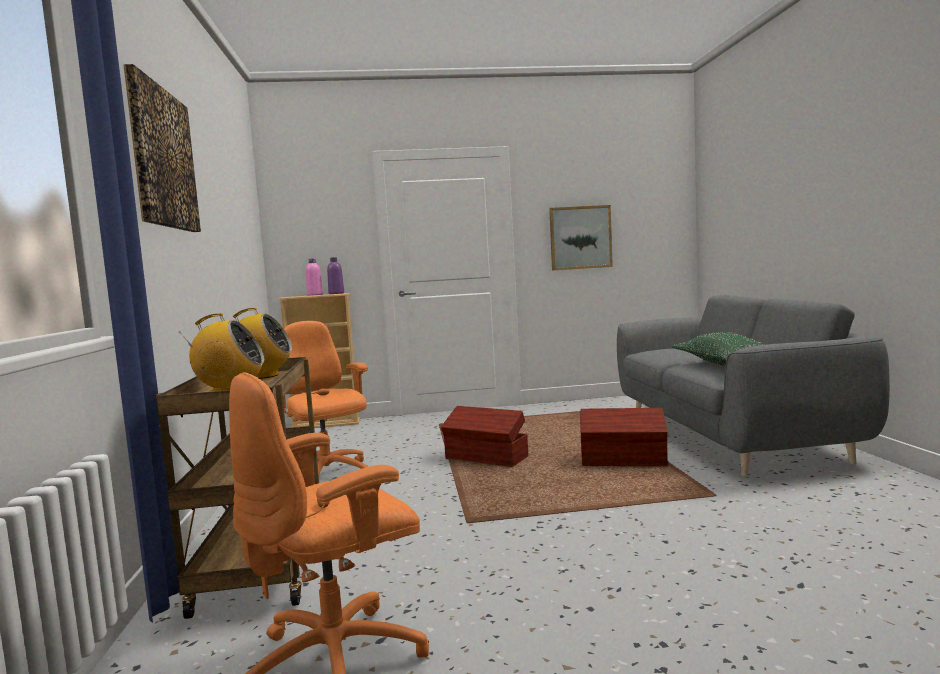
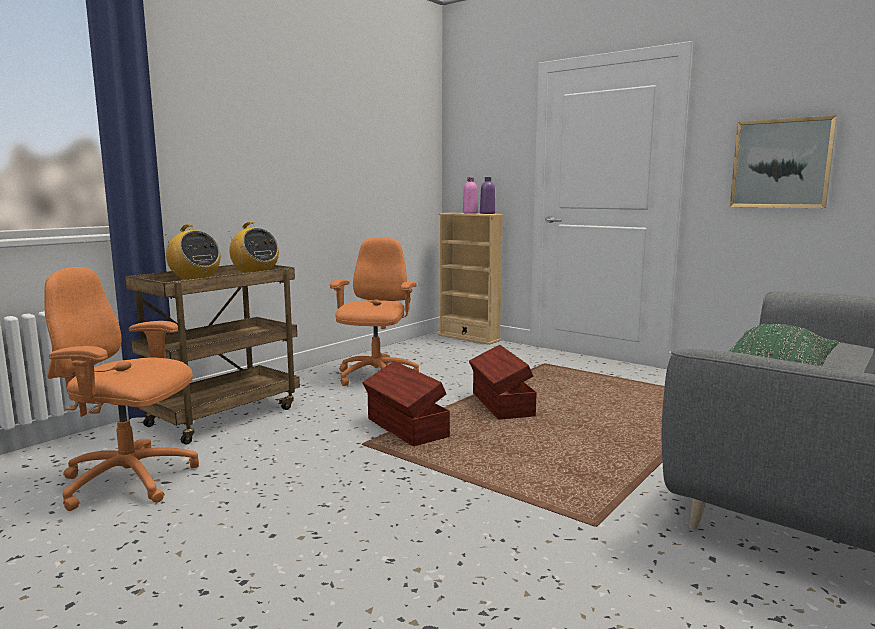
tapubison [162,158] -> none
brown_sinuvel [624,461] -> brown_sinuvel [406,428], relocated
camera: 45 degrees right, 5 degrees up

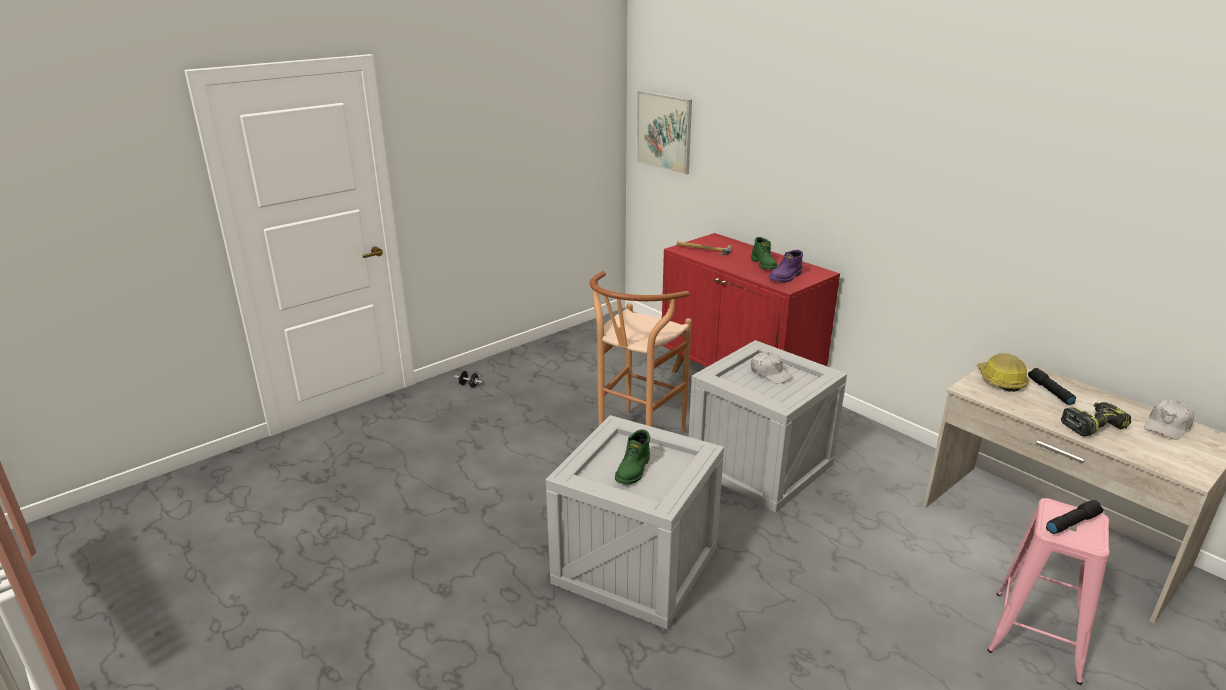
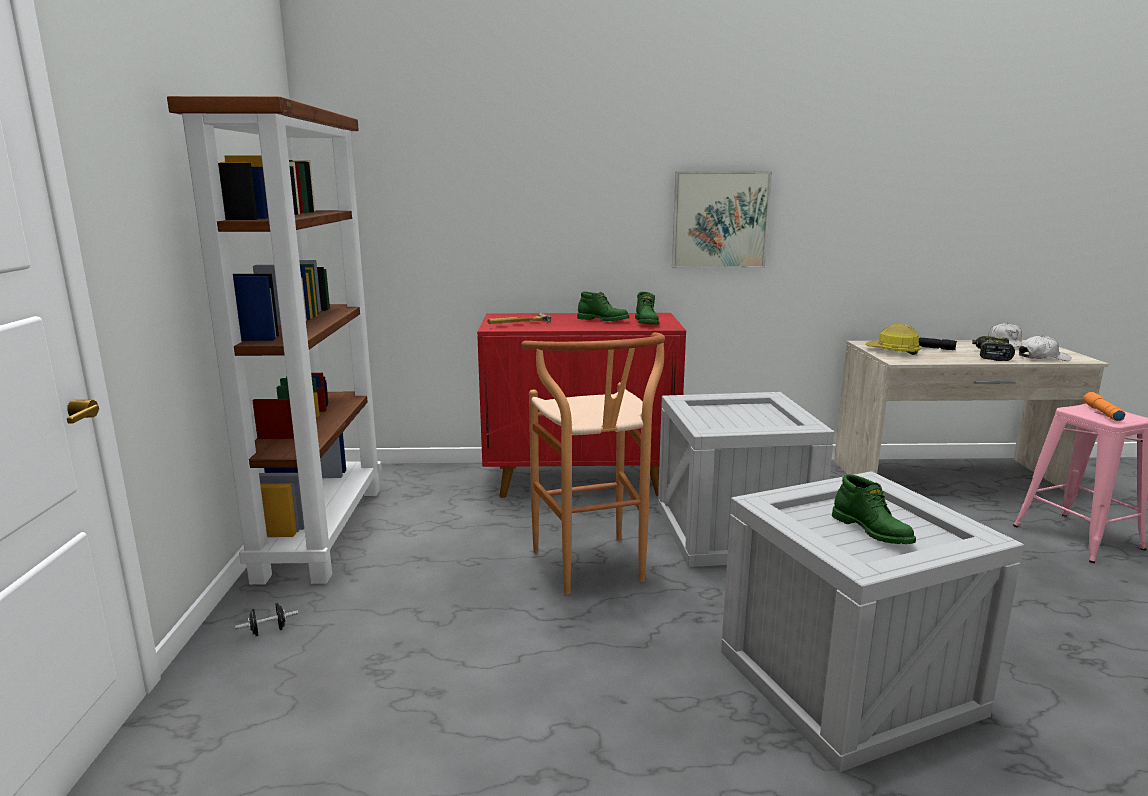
tapubison [664,131] -> tapubison [720,220], relocated
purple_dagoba [786,277] -> green_dagoba [647,322]
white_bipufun [770,373] -> white_bipufun [1042,358], relocated
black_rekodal [1072,522] -> orange_rekodal [1101,413]
none -> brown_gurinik [321,530]
camera: 50 degrees left, 10 degrees down

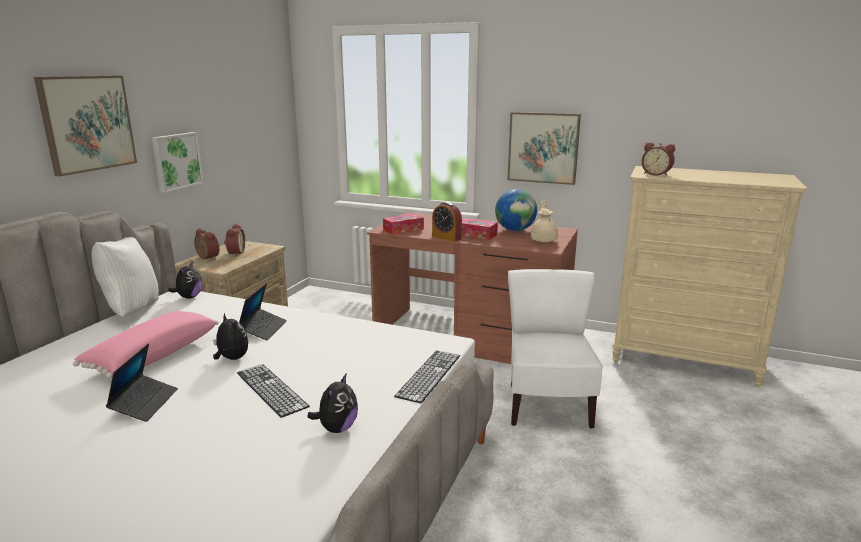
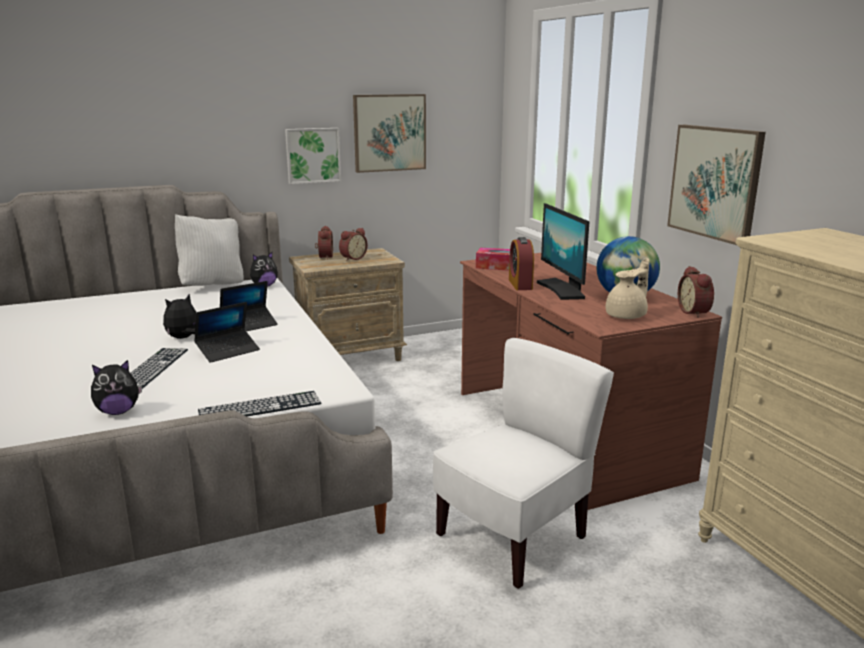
tapubison [87,123] -> tapubison [389,133], relocated
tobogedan [656,174] -> tobogedan [695,312], relocated
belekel [476,234] -> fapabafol [562,290]
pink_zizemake [152,355] -> none
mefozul [232,358] -> mefozul [183,338], 135 degrees counterclockwise
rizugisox [144,403] -> rizugisox [228,351], relocated
camera: 45 degrees right, 0 degrees up

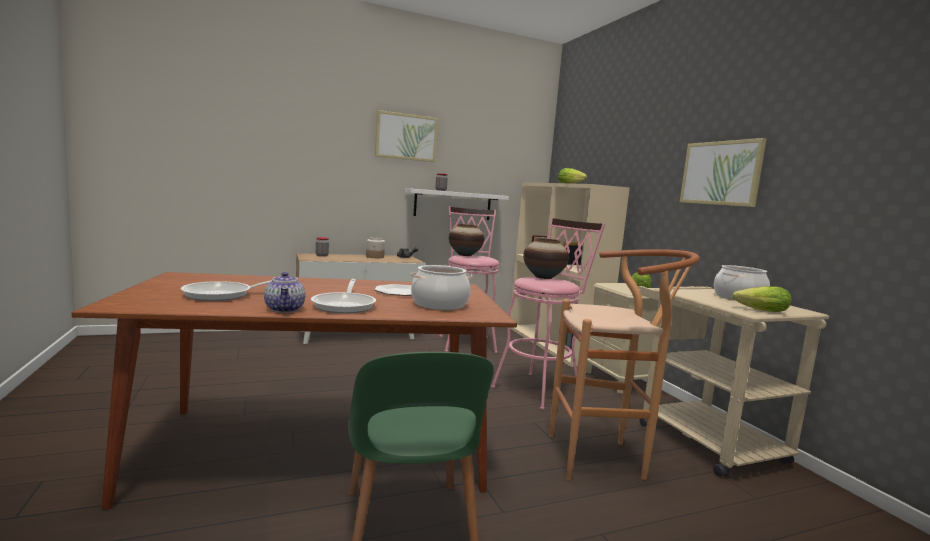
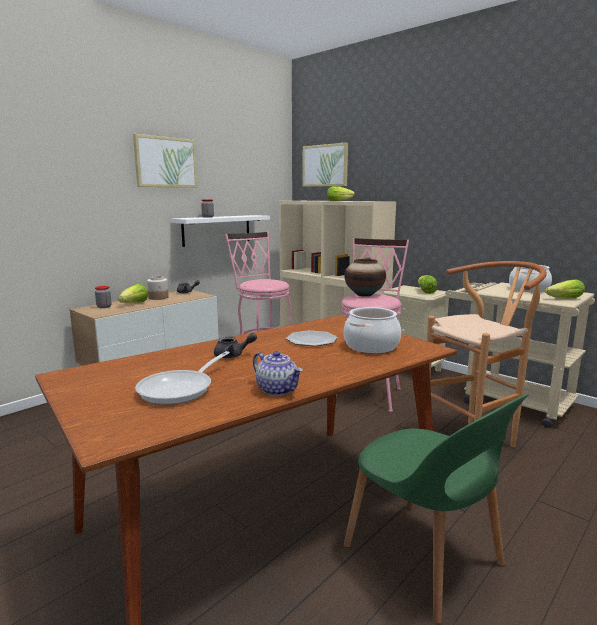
tapubison [721,173] -> tapubison [325,165], relocated
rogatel [465,255] -> none
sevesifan [345,305] -> none
none -> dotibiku [134,304]
none -> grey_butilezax [233,355]
camera: 25 degrees left, 5 degrees up

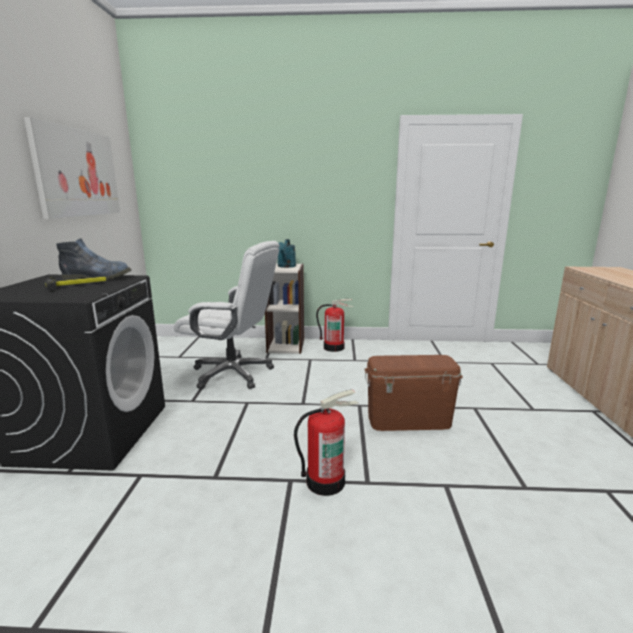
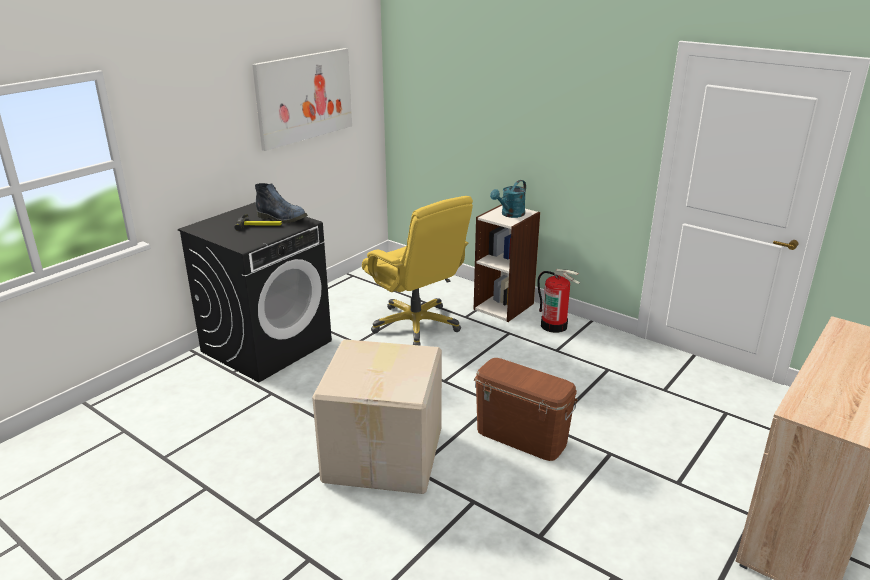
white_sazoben [233,373] -> yellow_sazoben [416,325]
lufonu [325,481] -> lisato [385,454]
camera: 35 degrees right, 10 degrees up

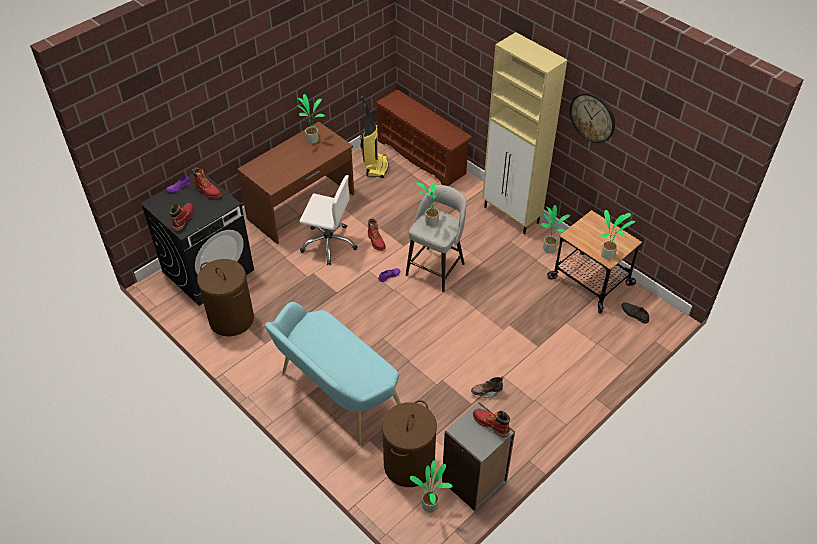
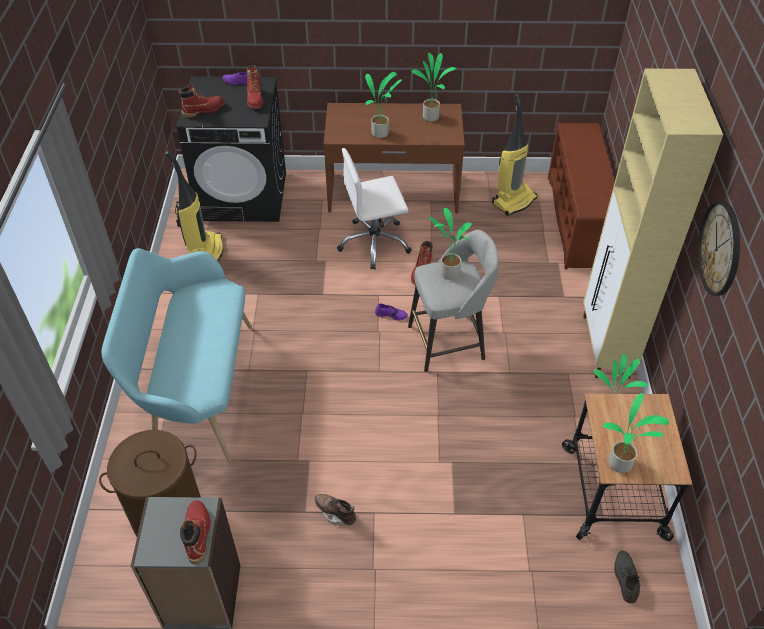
white_sazoben [329,243] -> white_sazoben [374,243], 105 degrees clockwise
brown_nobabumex [231,319] -> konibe [205,251]
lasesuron [431,505] -> lasesuron [381,133], relocated
camera: 45 degrees right, 0 degrees up

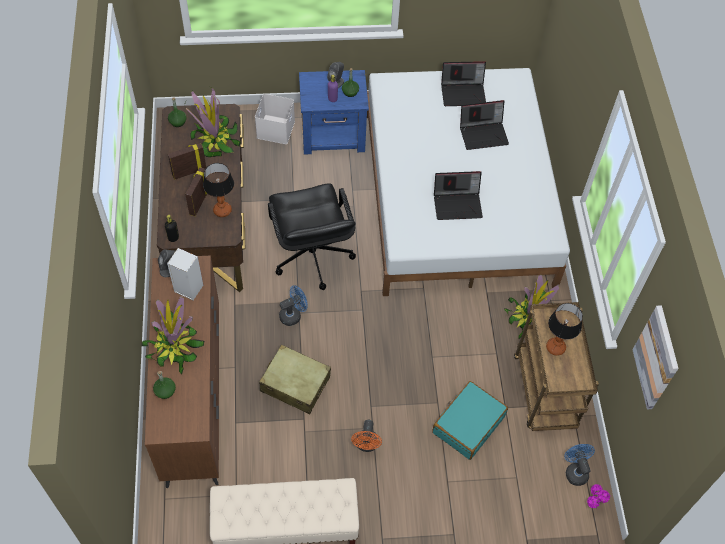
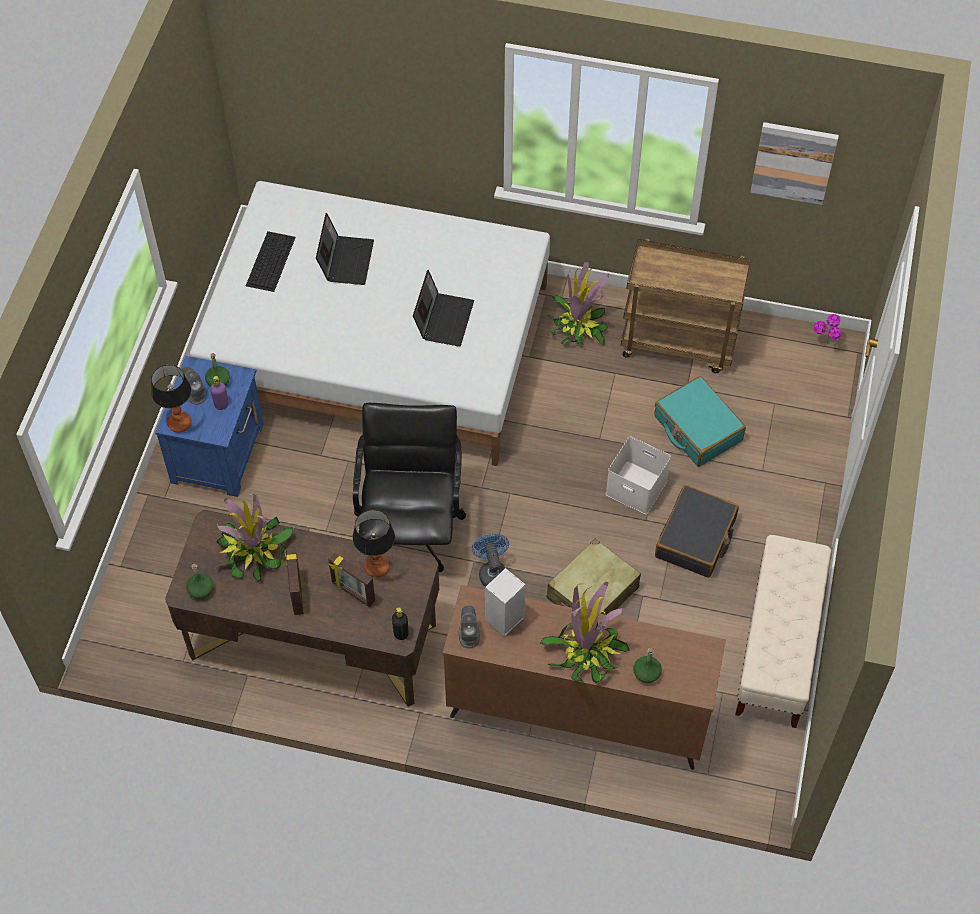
rizugisox [463,93] -> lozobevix [270,260]
white_sinuvel [276,130] -> white_sinuvel [637,487], relocated
black_sazoben [312,257] -> black_sazoben [411,529], 90 degrees counterclockwise
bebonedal [555,348] -> bebonedal [180,423], relocated
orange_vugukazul [366,445] -> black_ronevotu [696,538]
blue_vugukazul [575,471] -> none
camera: 70 degrees left, 0 degrees up

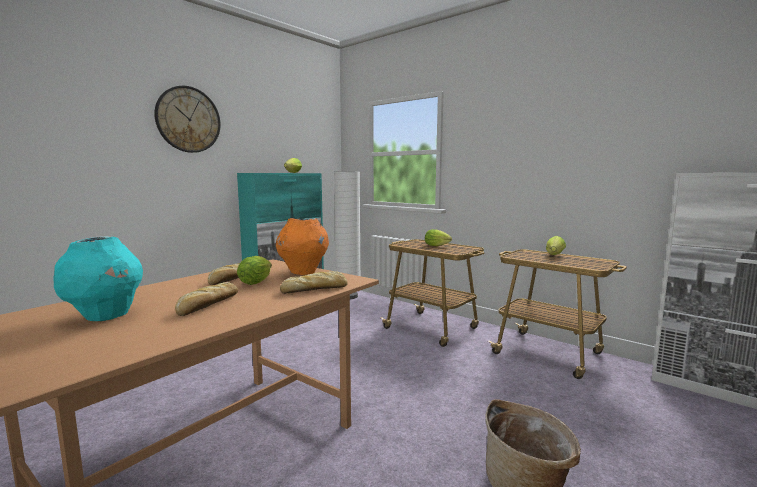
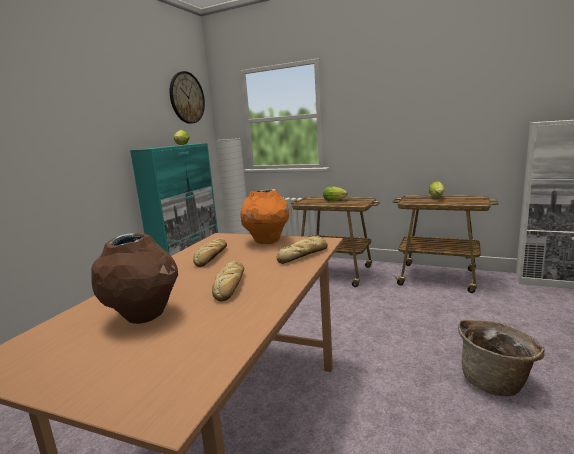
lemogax [188,119] -> lemogax [187,98], relocated
turquoise_rogatel [105,316] -> brown_rogatel [144,316]
dotibiku [257,282] -> none
camera: 15 degrees left, 5 degrees up

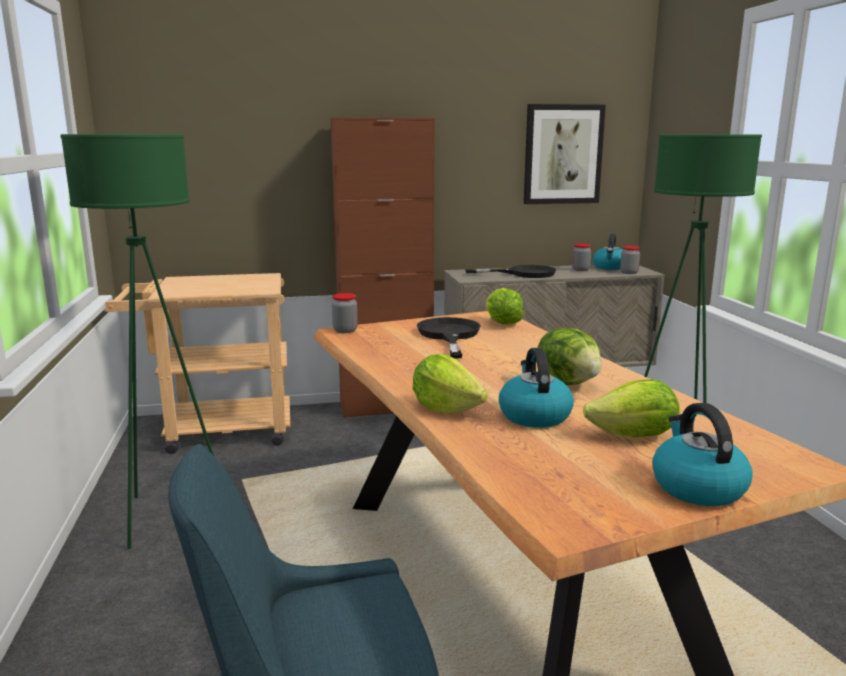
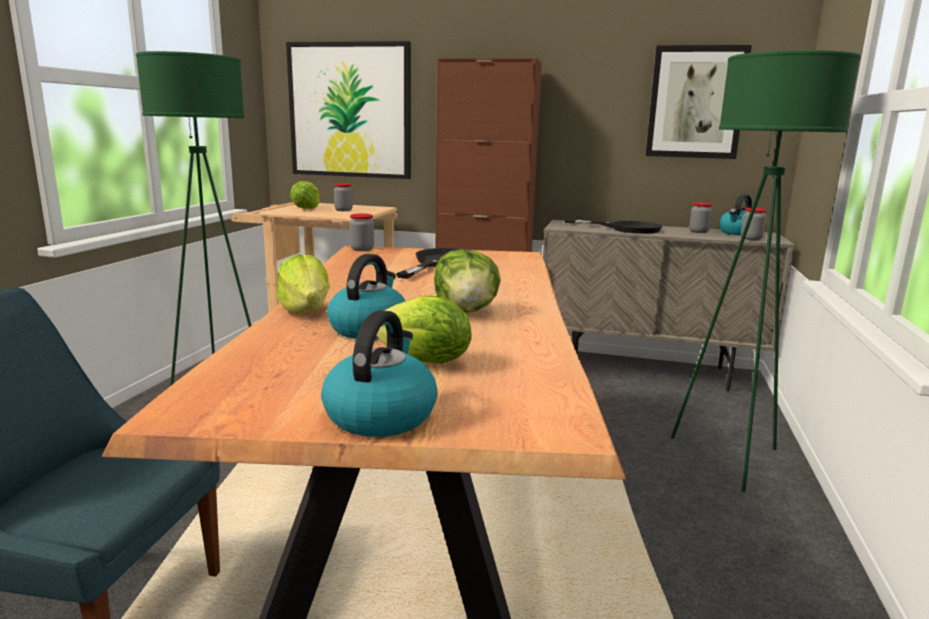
dotibiku [502,323] -> dotibiku [306,208], relocated
none -> tapubison [350,111]
none -> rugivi [343,210]
camera: 25 degrees right, 0 degrees up

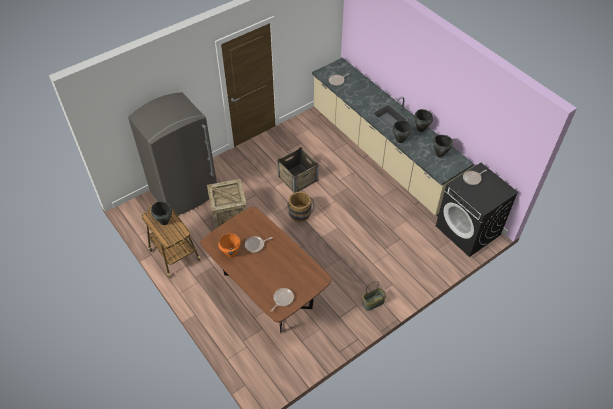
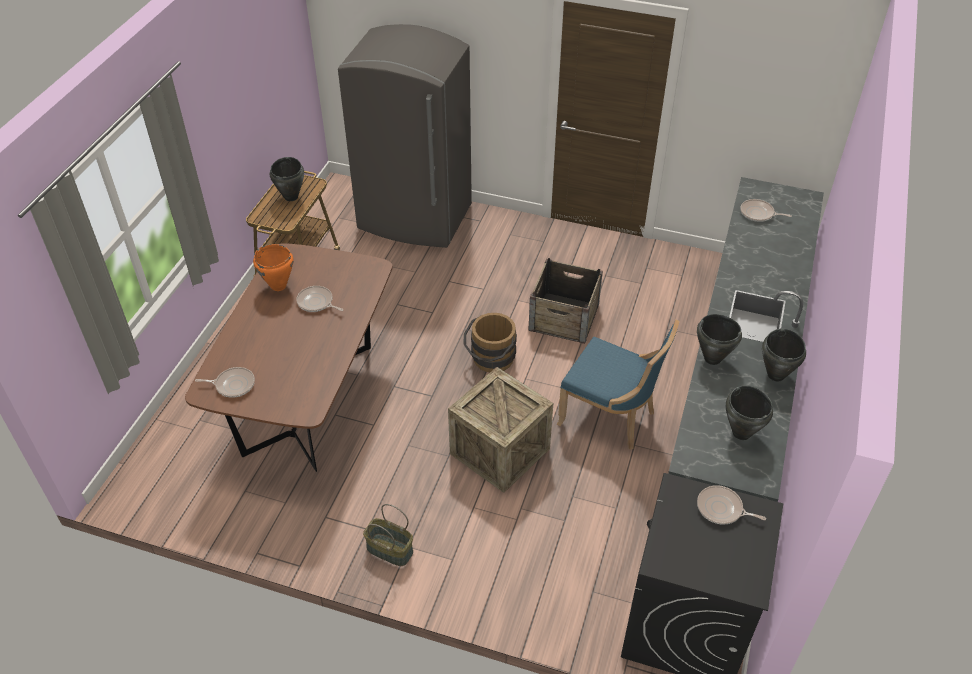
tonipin [229,215] -> tonipin [500,451], relocated
none -> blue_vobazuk [611,417]
camera: 55 degrees right, 5 degrees down

